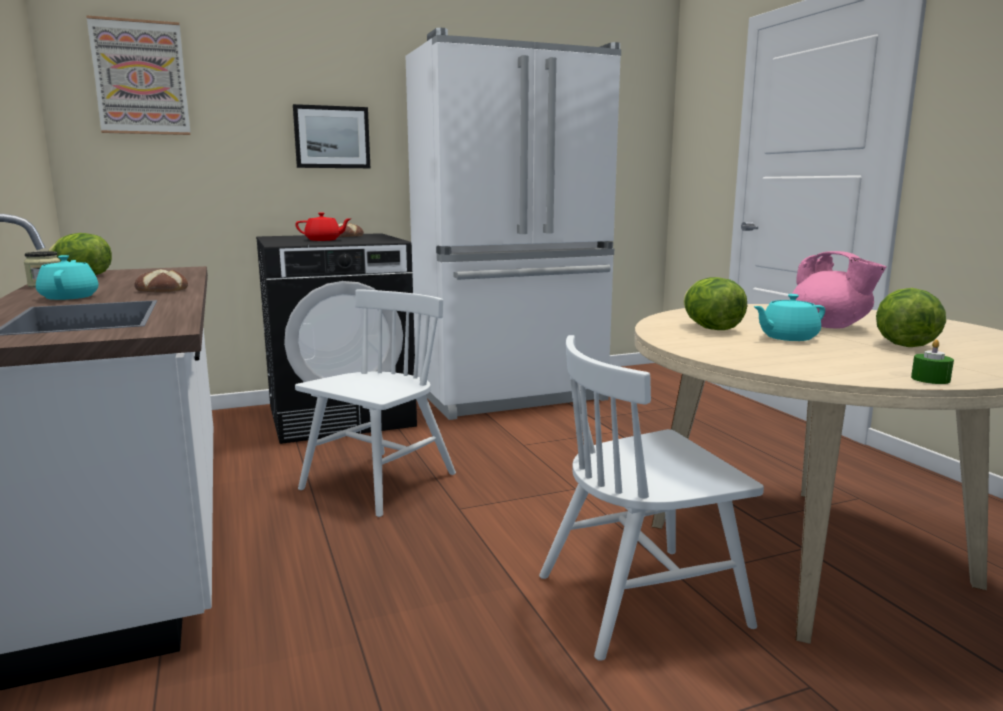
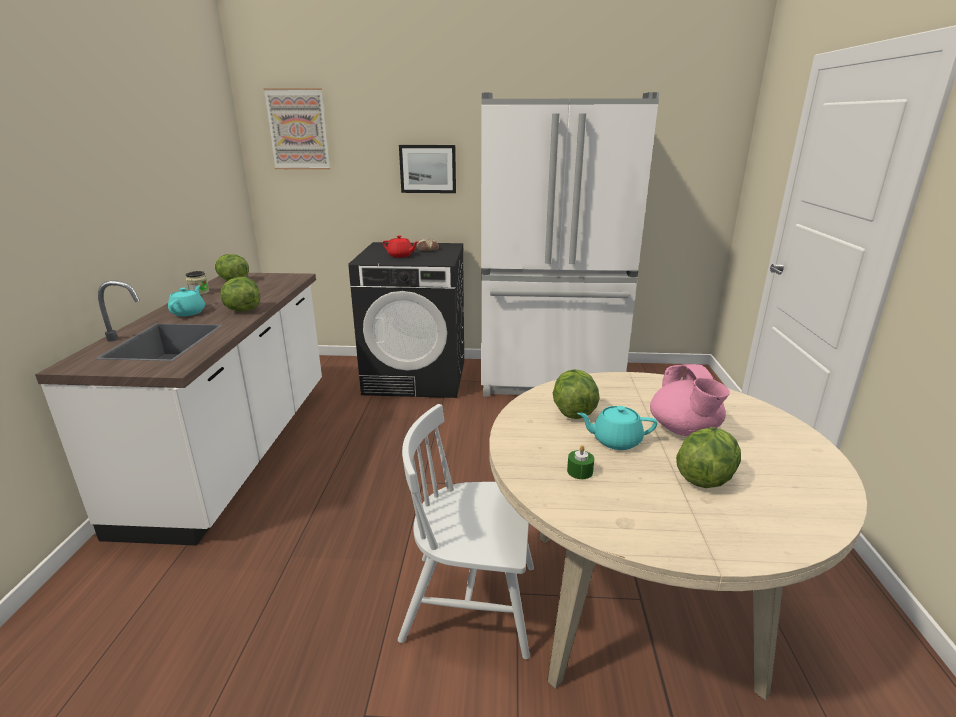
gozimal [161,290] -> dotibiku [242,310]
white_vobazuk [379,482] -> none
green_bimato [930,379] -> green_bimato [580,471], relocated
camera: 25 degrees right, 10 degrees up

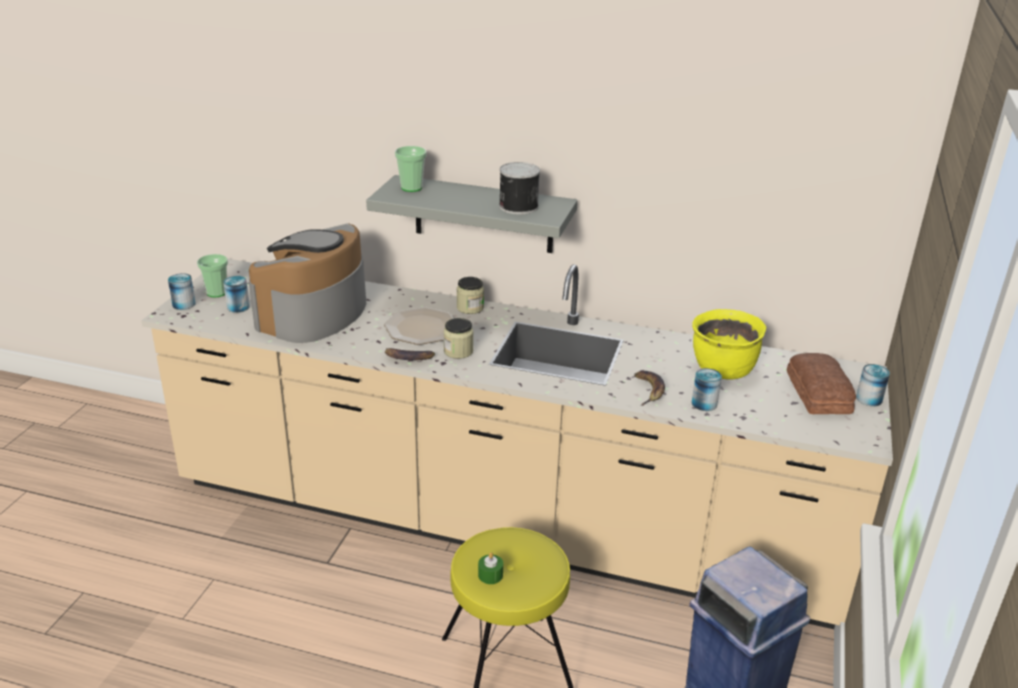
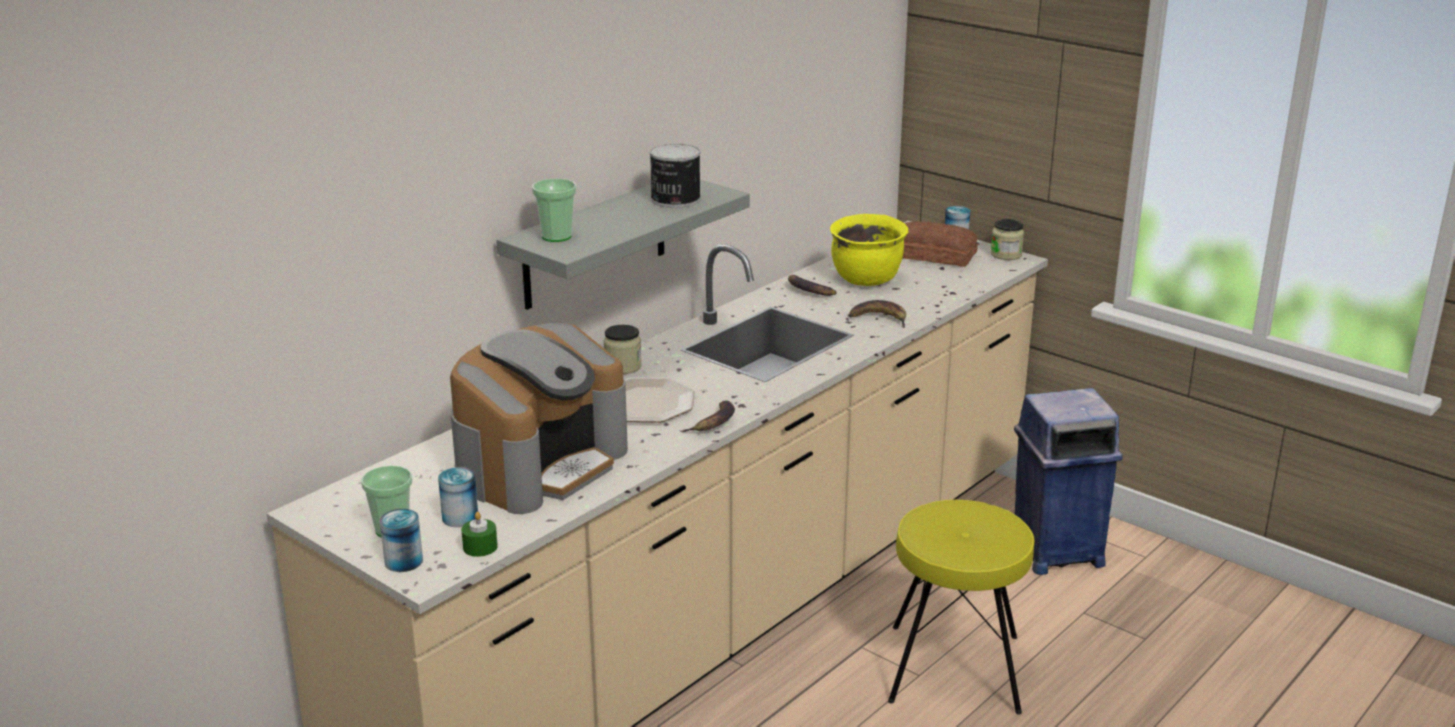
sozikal [313,314] -> sozikal [540,465], 105 degrees counterclockwise
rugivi [458,351] -> rugivi [1006,254], relocated
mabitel [704,403] -> none
green_bimato [490,575] -> green_bimato [480,547], relocated
none -> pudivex [808,290]
camera: 65 degrees left, 5 degrees down

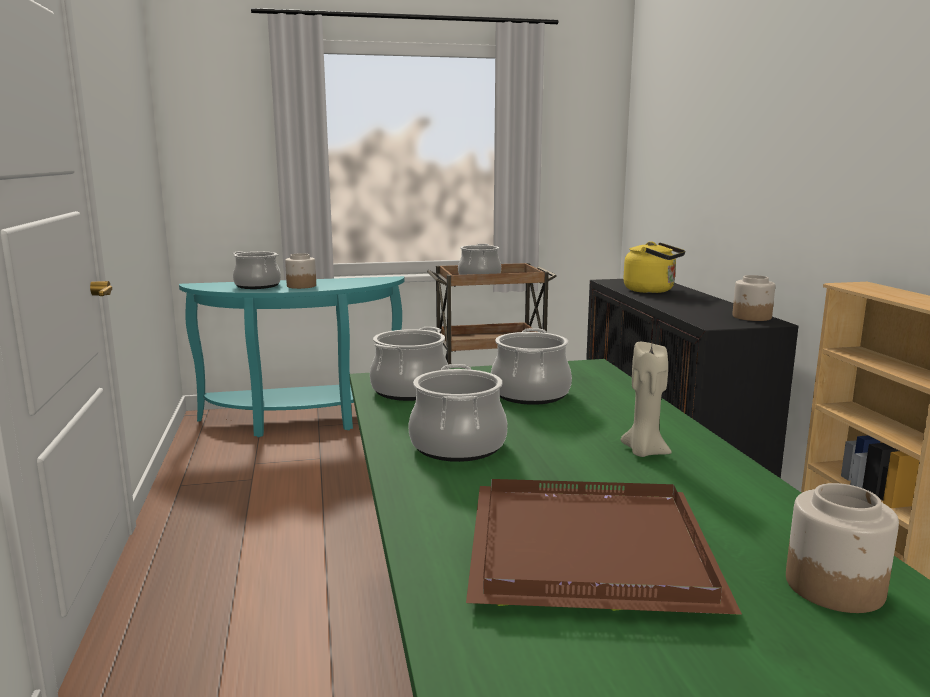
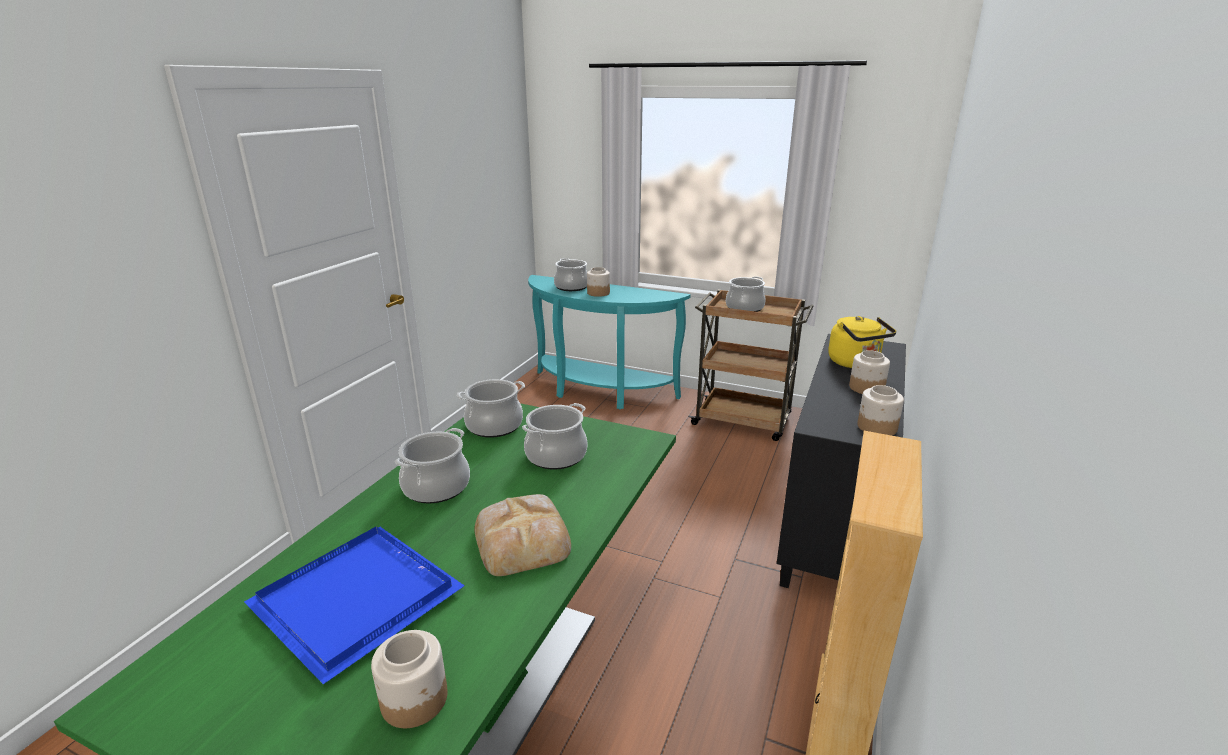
beige_bimato [643,452] -> gozimal [523,540]
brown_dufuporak [593,547] -> blue_dufuporak [361,599]
none -> rugivi [866,388]
camera: 35 degrees right, 10 degrees up

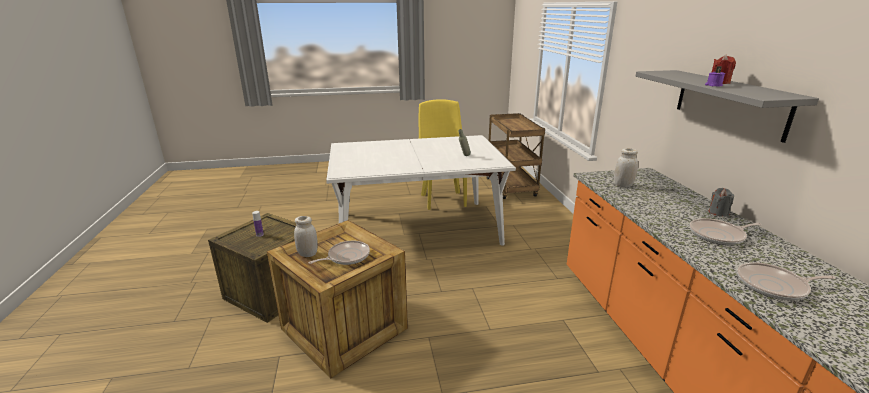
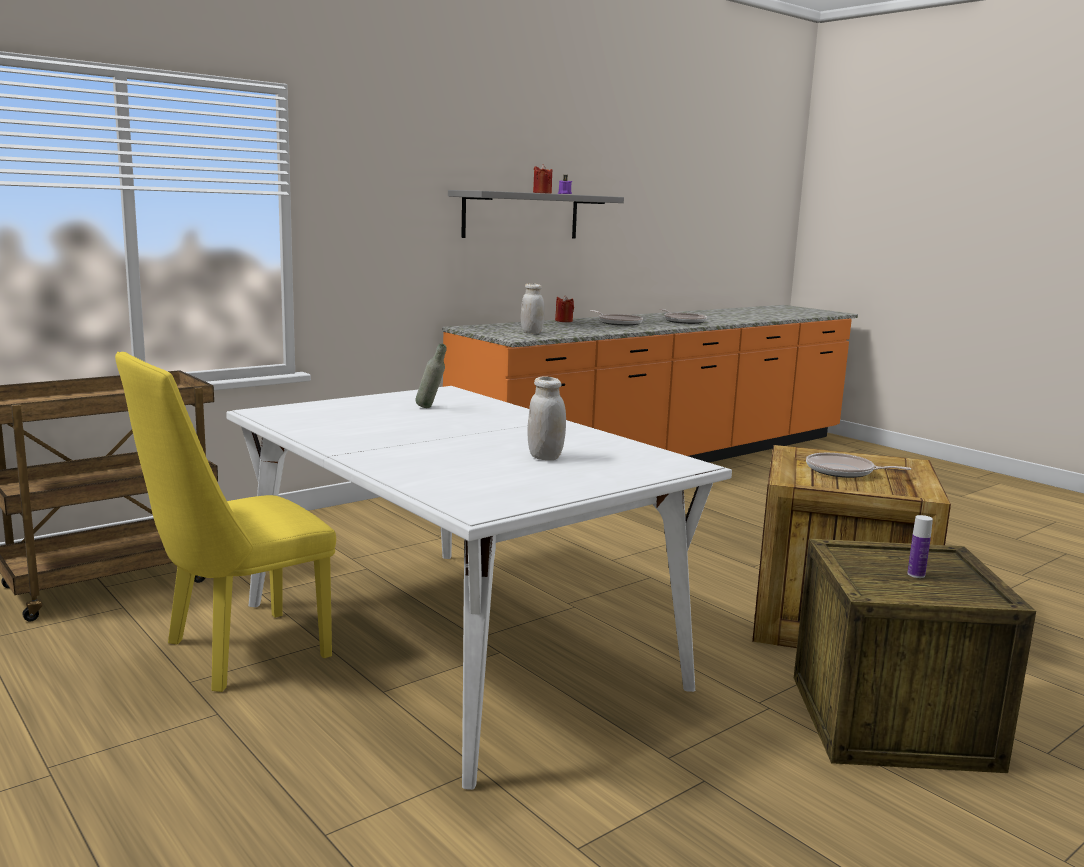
grey_bimato [718,212] -> red_bimato [563,321]
white_rugivi [308,254] -> white_rugivi [545,457], relocated
camera: 120 degrees left, 10 degrees down

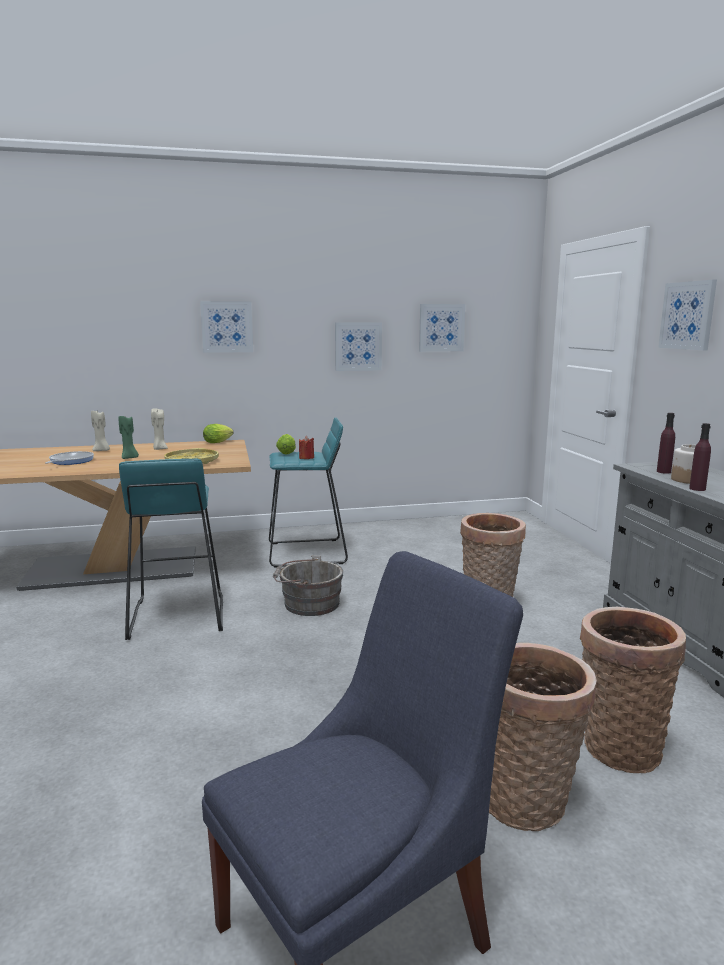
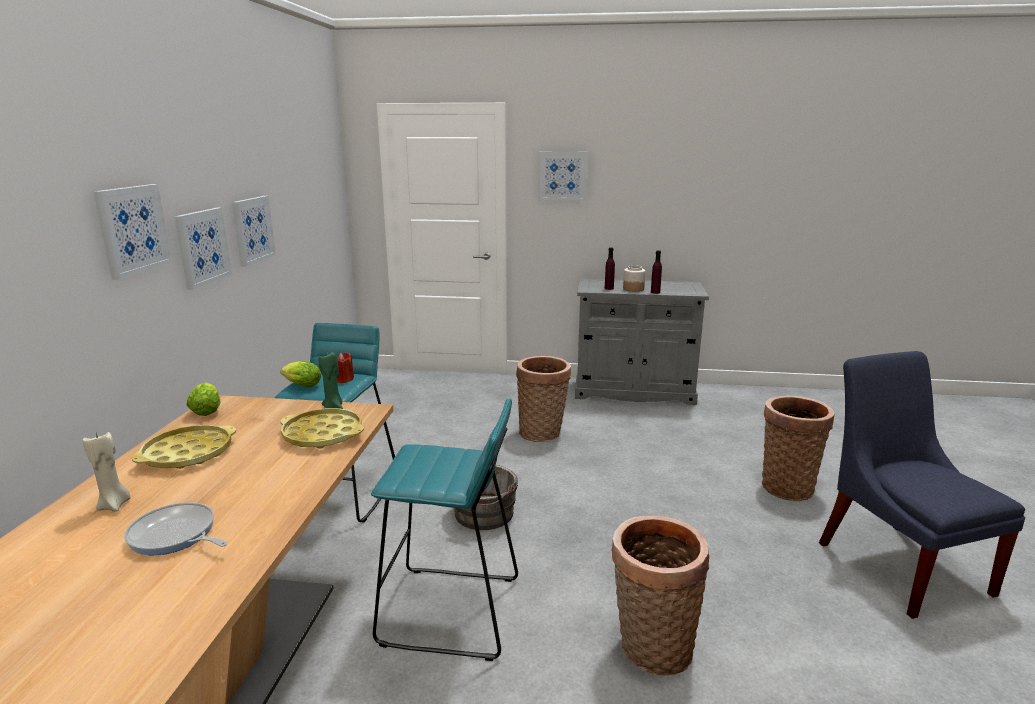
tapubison [441,327] -> tapubison [202,247], relocated
beige_bimato [159,449] -> yellow_dufuporak [188,454]
green_bimato [129,458] -> green_bimato [333,408], relocated
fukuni [619,744] -> fukuni [651,647], relocated
camera: 70 degrees left, 5 degrees up

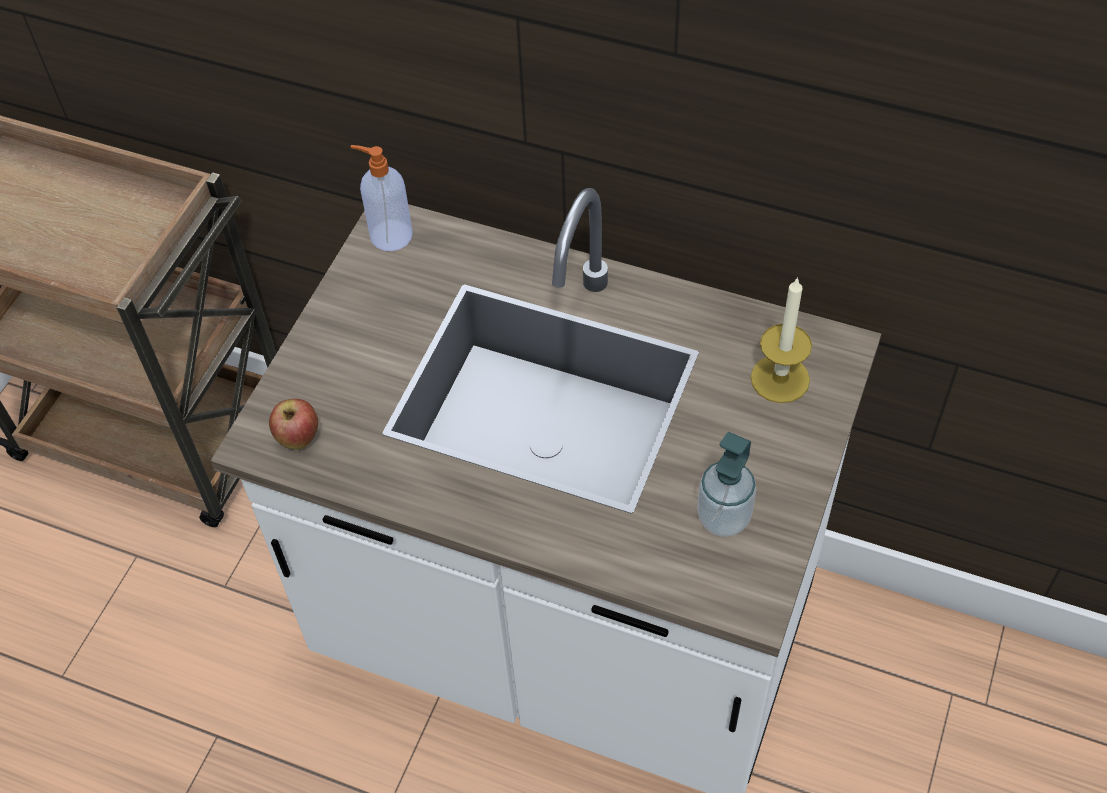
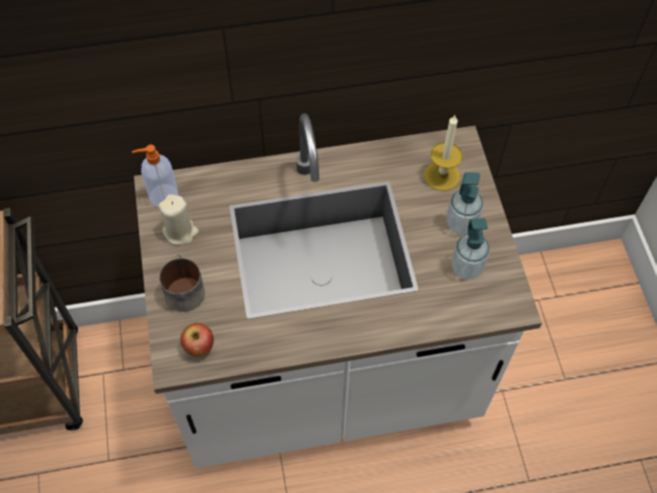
none -> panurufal [461,224]
none -> beige_bimato [180,231]
none -> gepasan [182,289]
camera: 35 degrees left, 5 degrees up

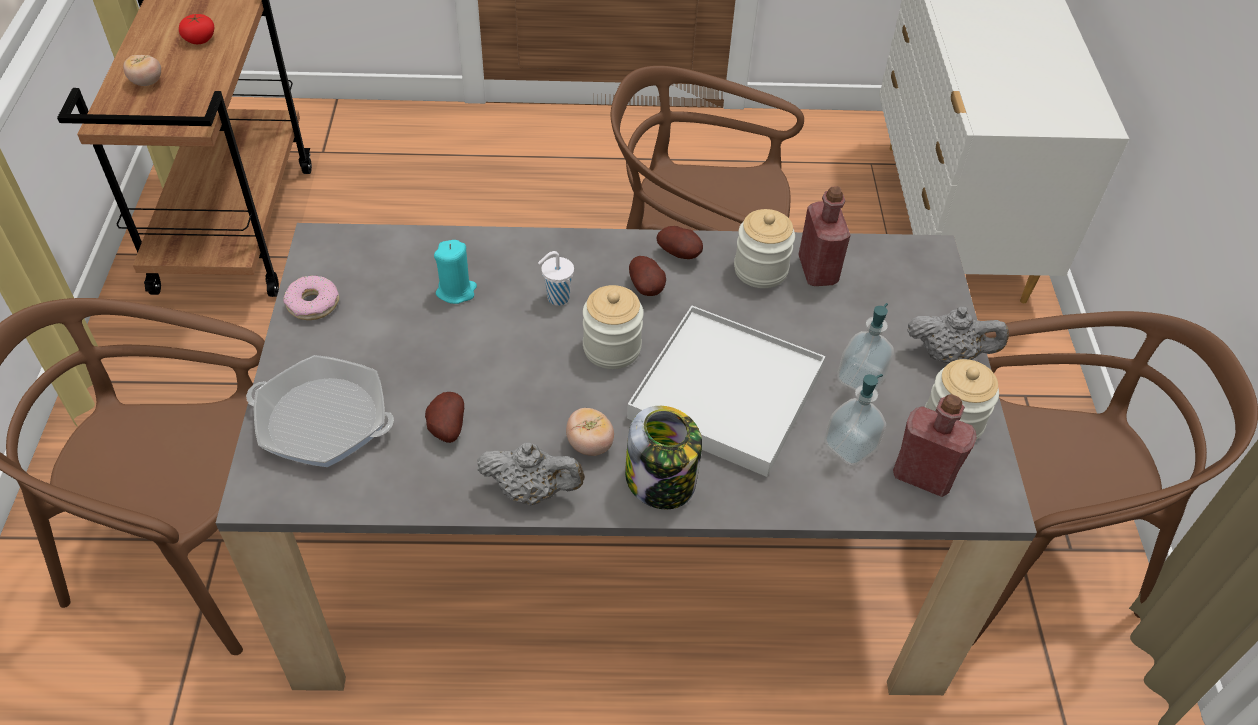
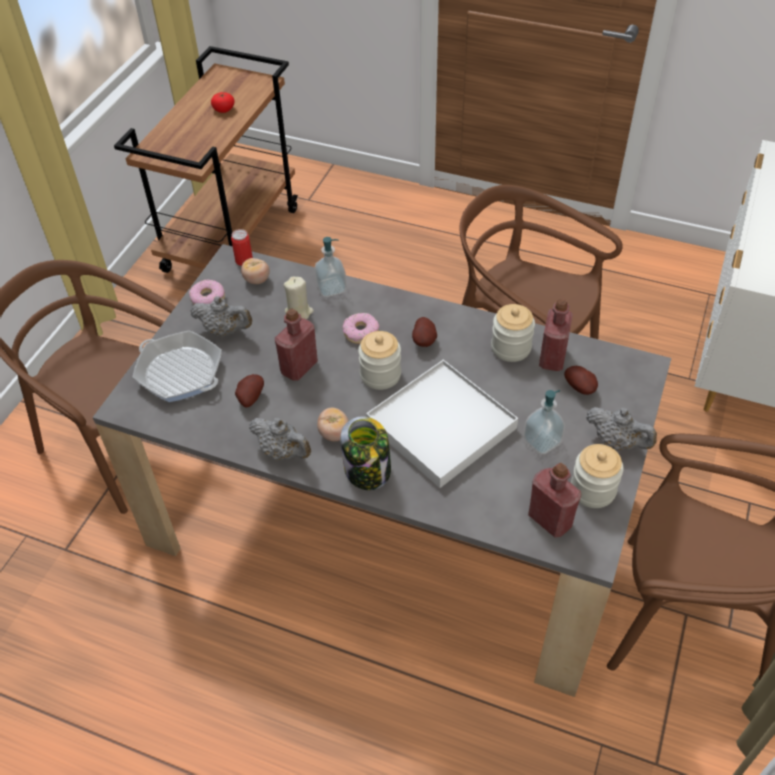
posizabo [147,82] -> posizabo [257,280], relocated
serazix [681,254] -> serazix [581,388], relocated
turquoise_bimato [456,291] -> beige_bimato [299,312]
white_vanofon [556,298] -> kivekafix [361,332]
panurufal [850,446] -> panurufal [331,288], relocated
none -> mabitel [244,260]
none -> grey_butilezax [225,331]
none -> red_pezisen [299,367]
camera: 25 degrees right, 0 degrees up

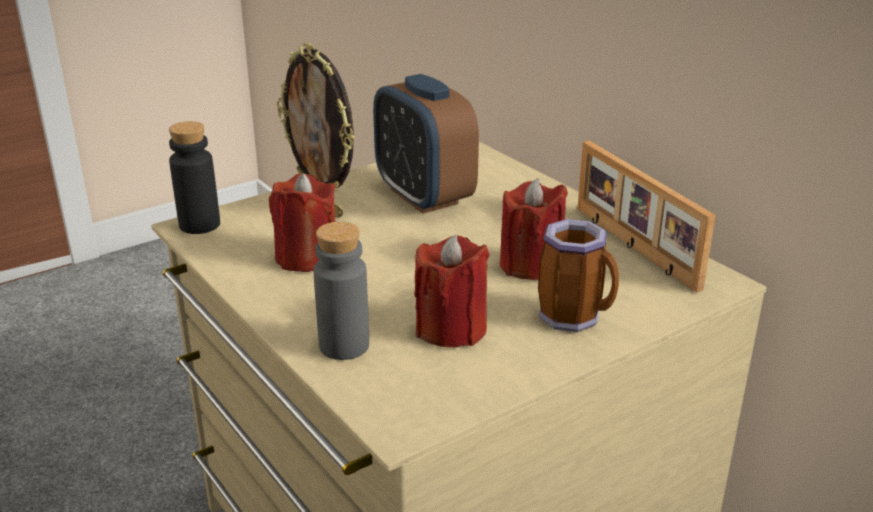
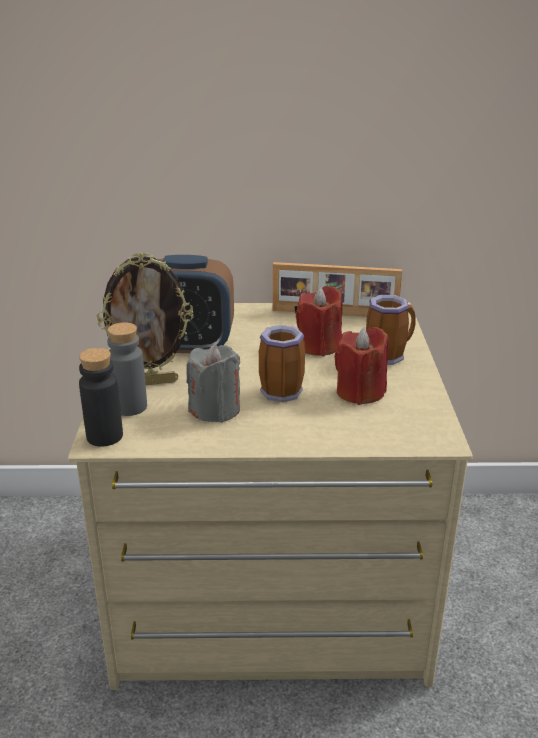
red_bimato [306,257] -> grey_bimato [215,410]
grey_pezisen [344,346] -> grey_pezisen [130,407], relocated
none -> gepasan [283,390]
camera: 55 degrees left, 0 degrees up

